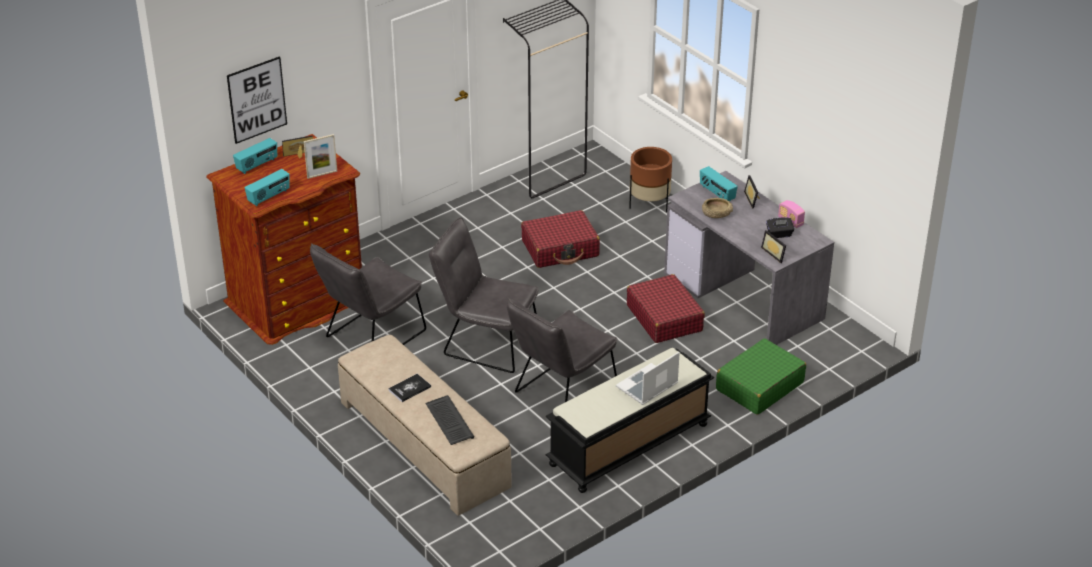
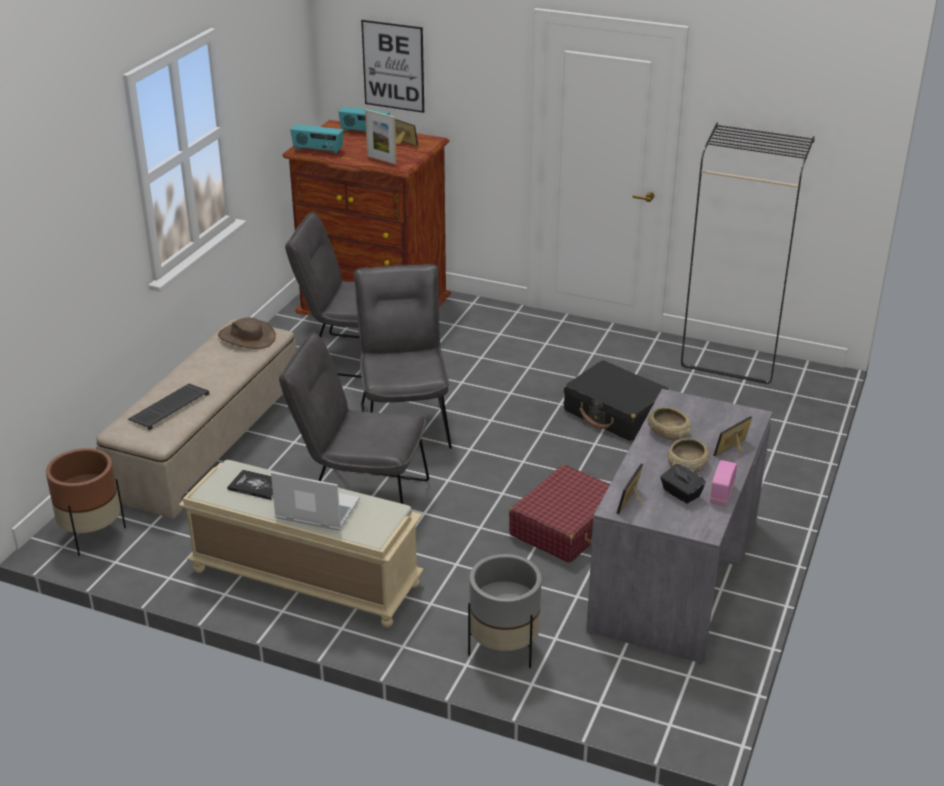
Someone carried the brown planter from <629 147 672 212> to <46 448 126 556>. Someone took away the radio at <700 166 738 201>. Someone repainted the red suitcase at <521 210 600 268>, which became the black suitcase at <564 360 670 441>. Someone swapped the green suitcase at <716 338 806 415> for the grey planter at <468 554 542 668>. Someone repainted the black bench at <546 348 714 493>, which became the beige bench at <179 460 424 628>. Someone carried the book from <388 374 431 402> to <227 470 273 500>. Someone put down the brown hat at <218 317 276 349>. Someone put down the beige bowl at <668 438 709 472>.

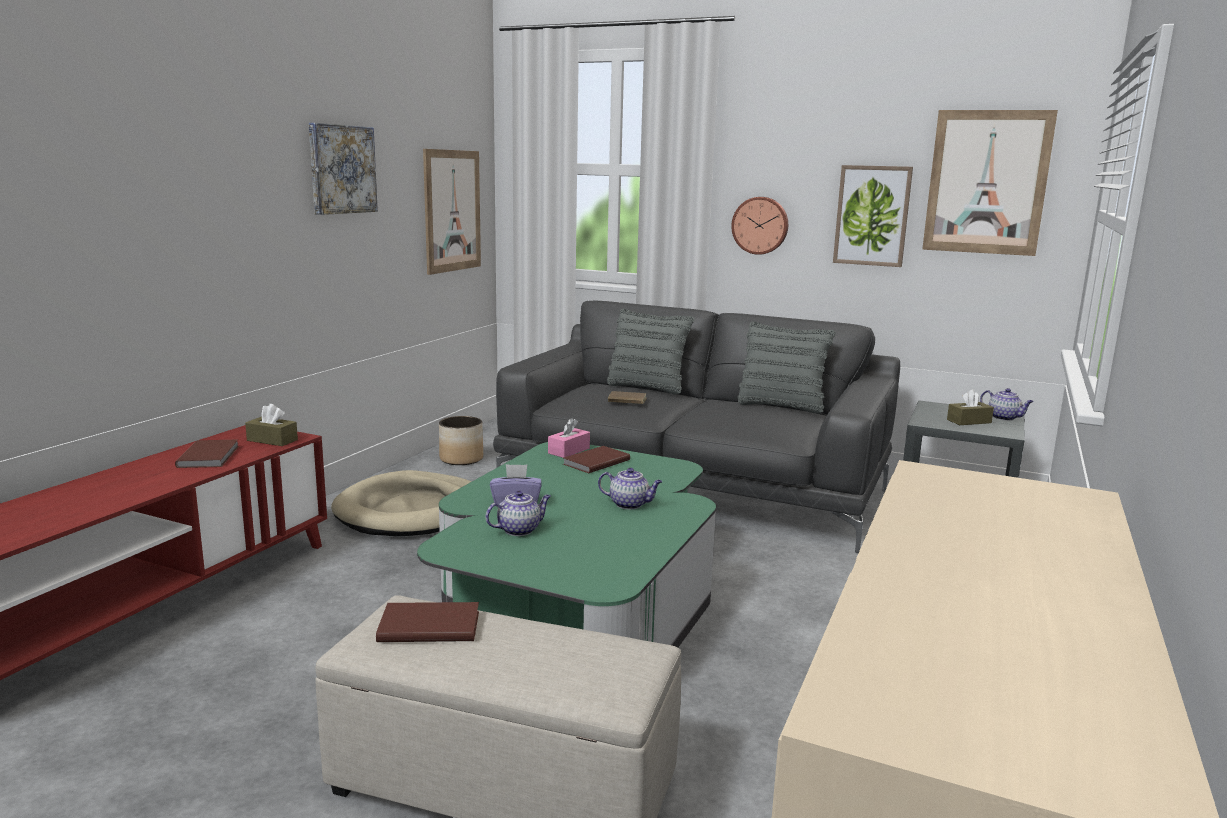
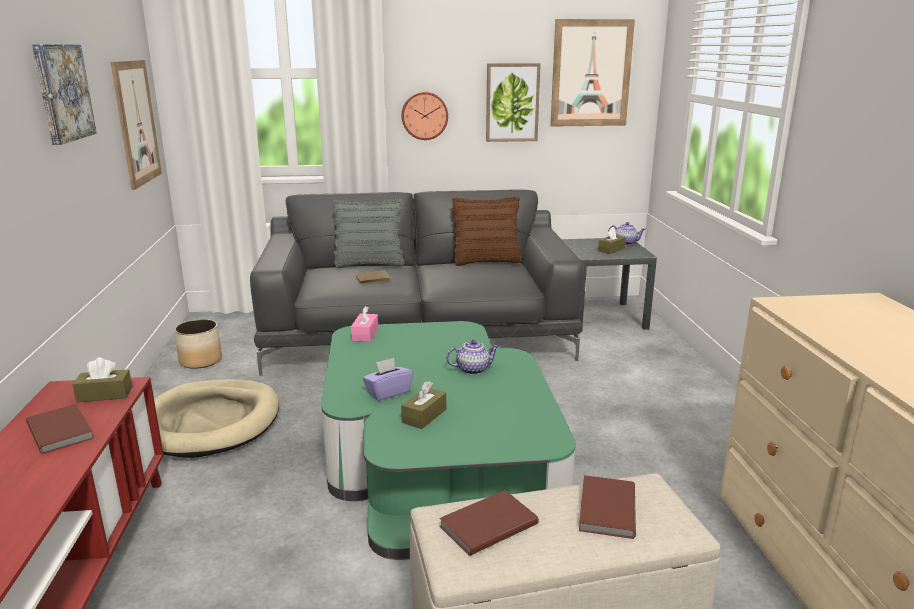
Someone repainted the grey pillow at <738 322 836 414>, which became the brown pillow at <452 197 523 266>. Someone carried the brown book from <563 446 630 473> to <579 475 636 539>. Someone swapped the teapot at <485 490 551 536> for the brown tissue box at <401 381 446 429>.

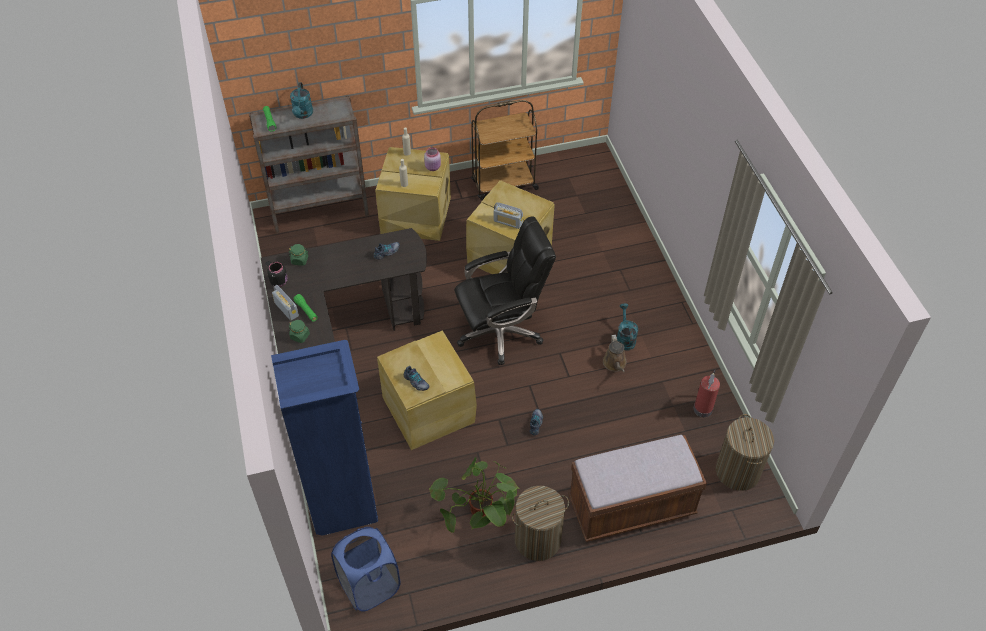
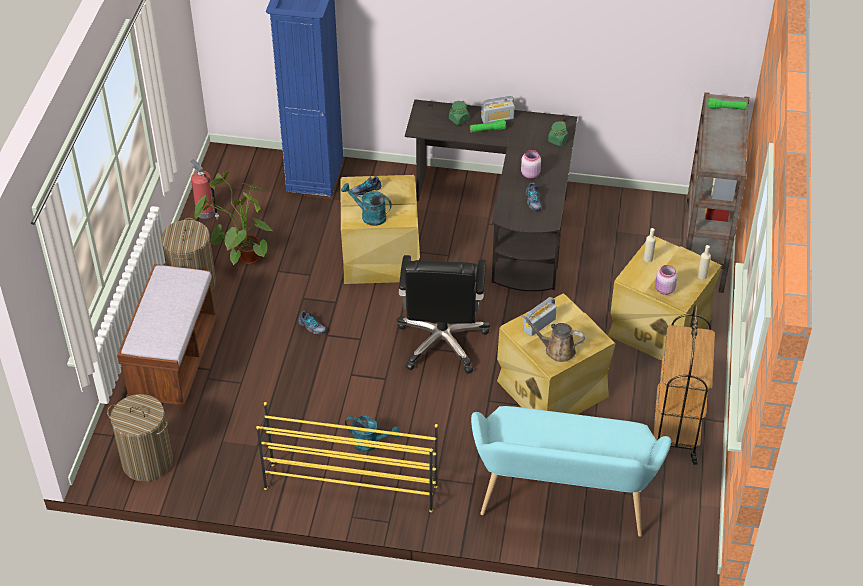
Someone carried the turquoise watering can from <290 82 313 119> to <341 183 392 226>. Someone took away the black jar at <267 262 288 287>. Someone carried the brown watering can from <603 335 627 372> to <521 315 585 362>. Someone carried the fire extinguisher from <693 369 720 417> to <190 159 219 220>. Someone took away the blue laundry basket at <331 527 401 612>. Someone put down the pink jar at <521 150 541 179>. Someone put down the yellow shoe rack at <256 402 438 512>. Someone put down the turquoise bench at <471 406 671 537>.

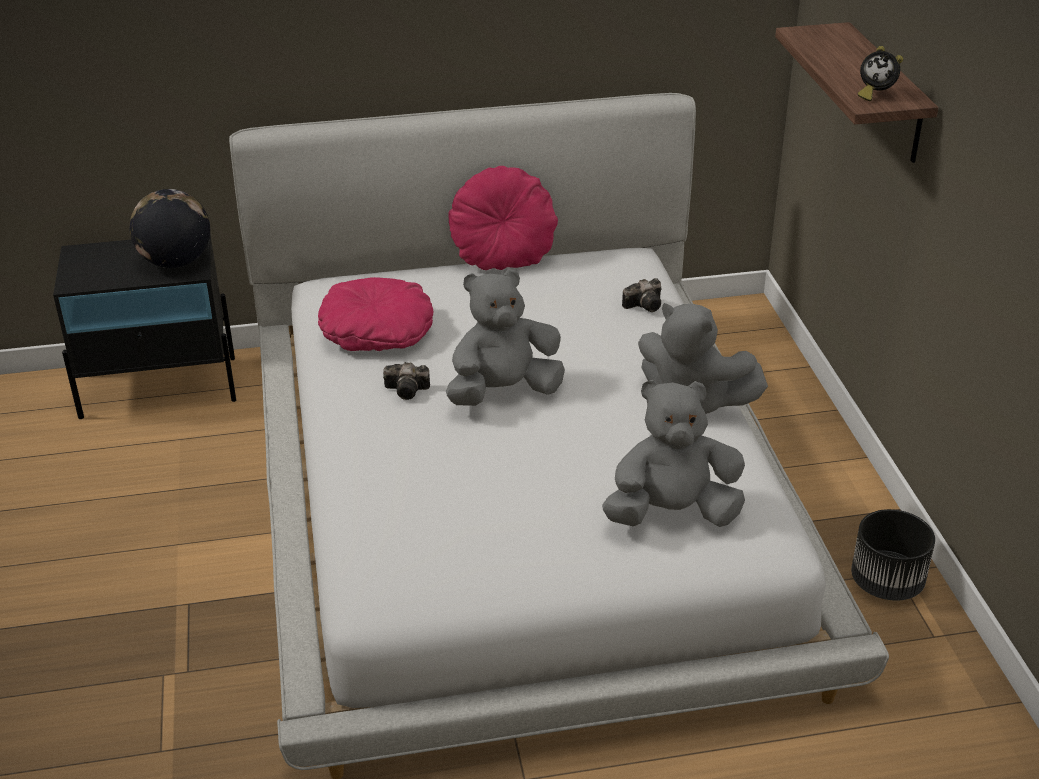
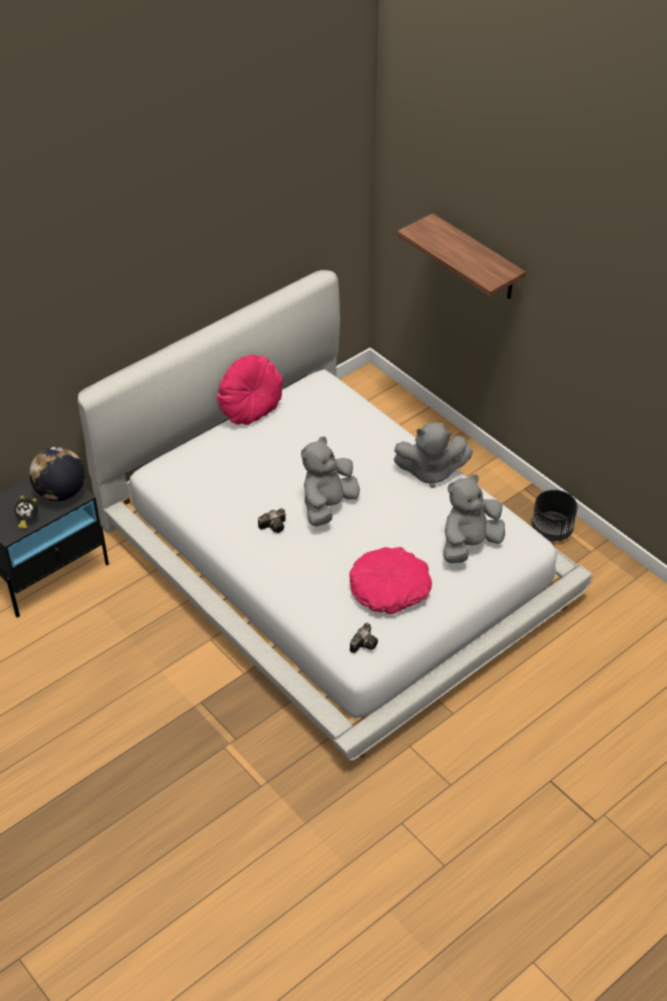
Someone carried the alarm clock from <858 46 903 101> to <14 495 38 528>. Someone carried the pink pillow from <318 277 433 351> to <349 547 432 614>. Someone carried the photo camera from <622 278 662 312> to <350 623 378 653>.

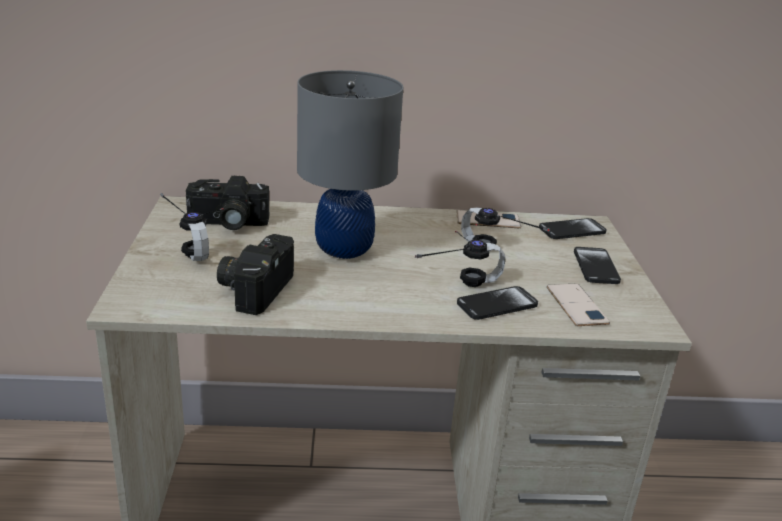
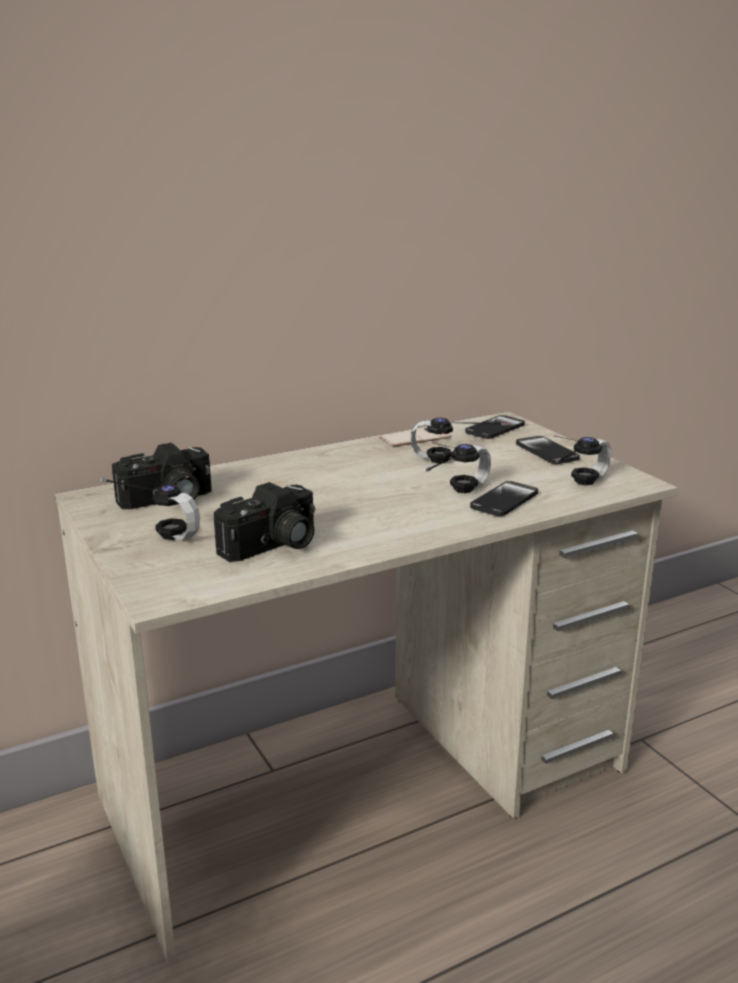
Someone took away the grey table lamp at <297 70 403 259>. Someone rotated the photo camera at <217 234 294 315> by 120 degrees counterclockwise. Someone swapped the phone at <547 283 610 326> for the headphones at <554 435 611 485>.

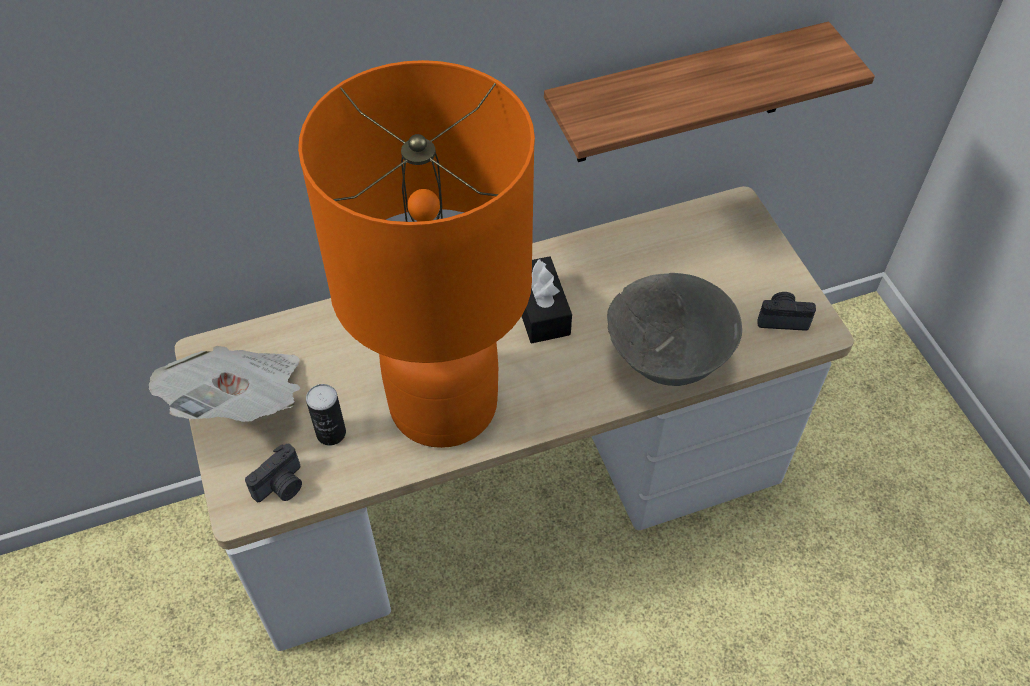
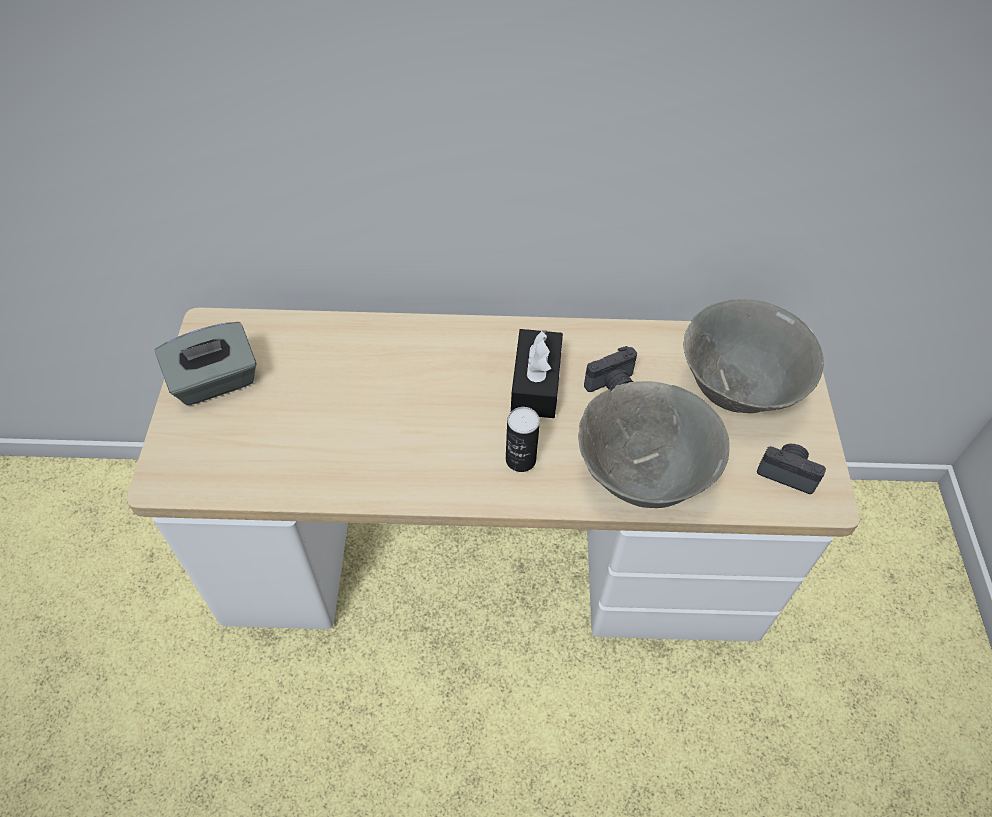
Someone took away the shelf at <544 22 875 162>. Someone took away the orange table lamp at <298 60 535 448>. Someone swapped the newspaper at <149 346 300 422> for the grey tissue box at <154 322 257 405>. Someone carried the can from <306 384 346 445> to <506 407 540 472>. Someone carried the photo camera from <245 444 302 502> to <584 346 637 392>. Someone put down the grey bowl at <683 299 824 413>.

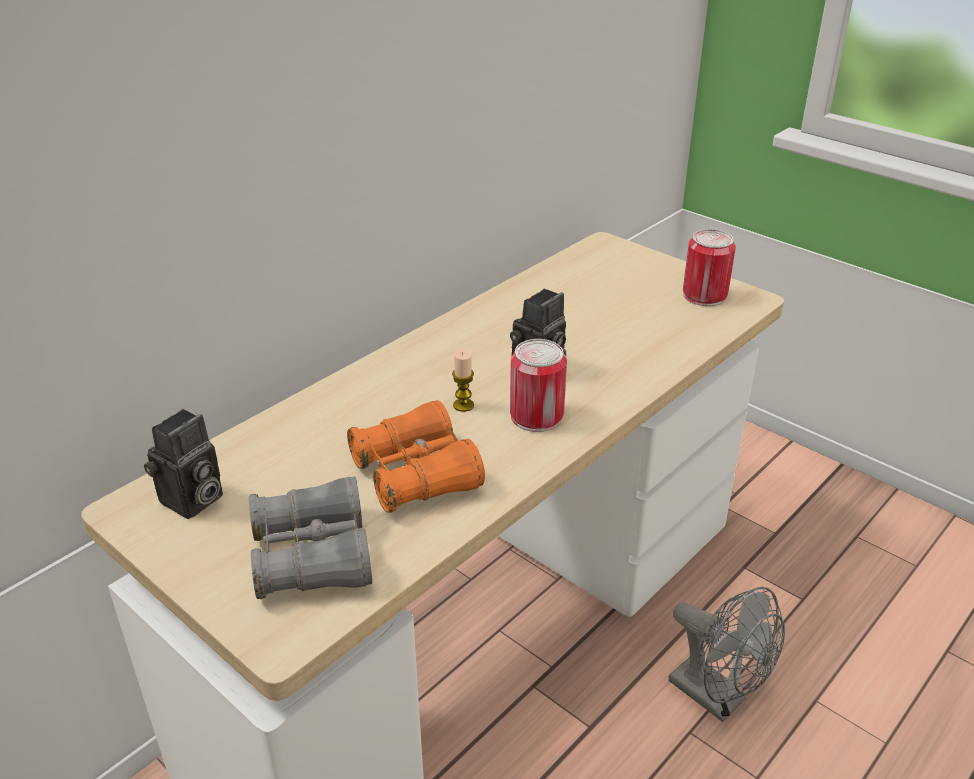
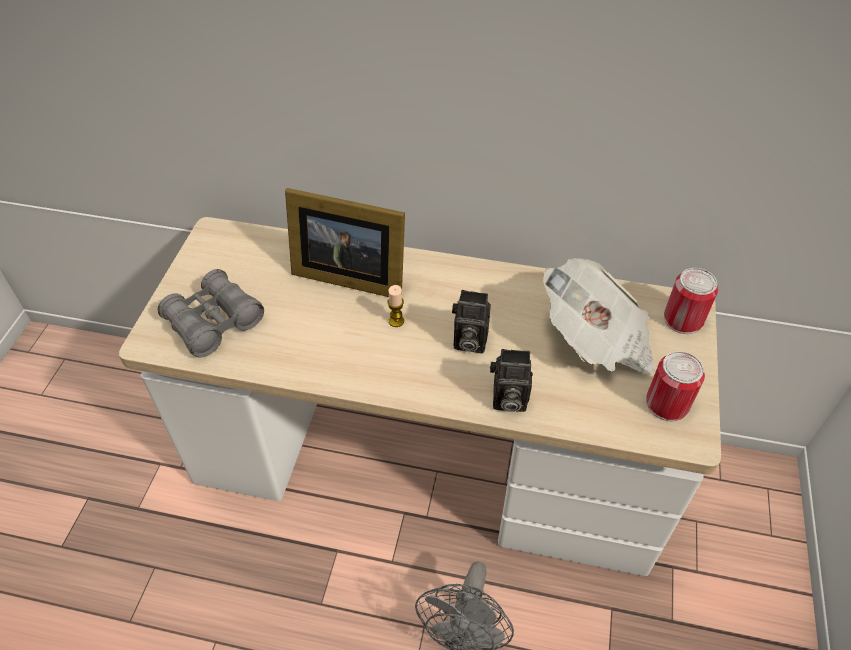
Someone carried the can from <510 339 567 432> to <664 268 718 334>. Someone took away the orange binoculars at <347 400 485 513>. Someone carried the photo camera from <144 409 223 519> to <490 349 533 412>. Someone put down the picture frame at <285 188 405 297>. Someone put down the newspaper at <543 258 655 374>.

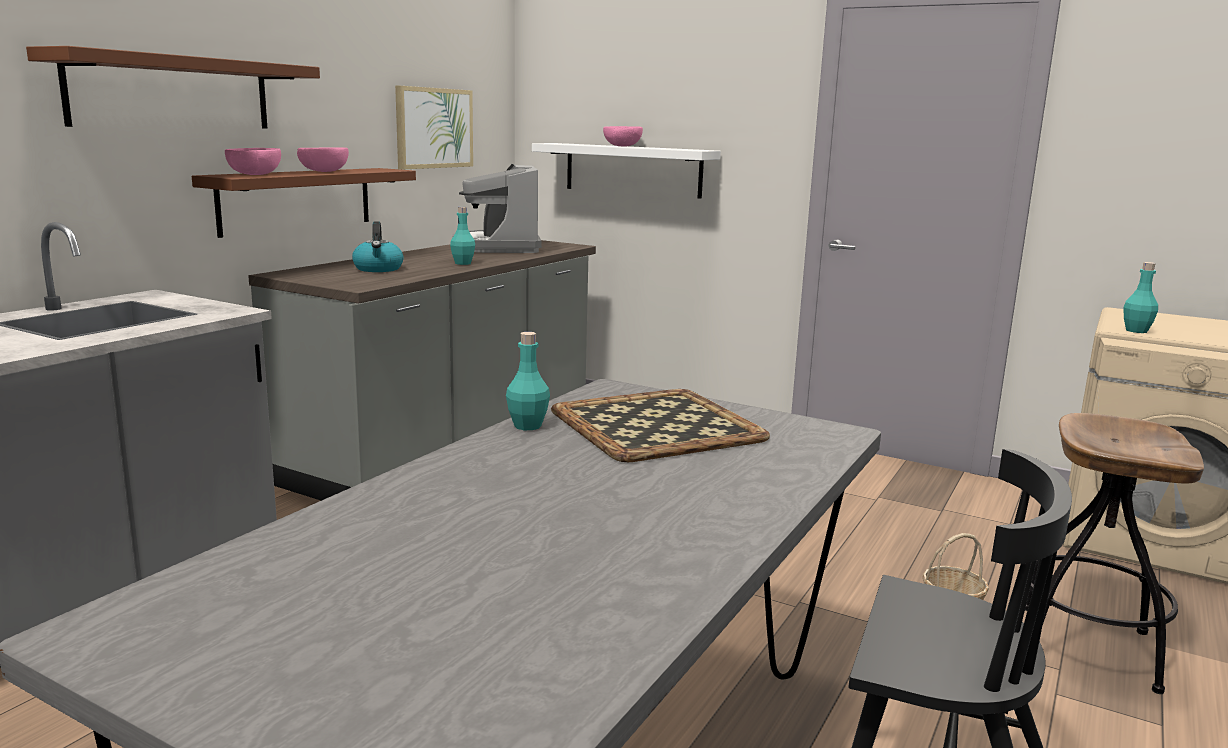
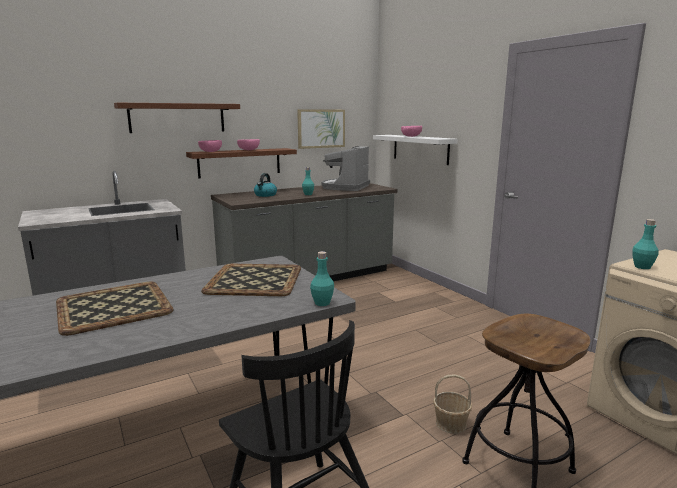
Someone carried the turquoise bottle from <506 332 550 430> to <310 251 334 306>. Someone put down the tray at <56 282 173 336>.

